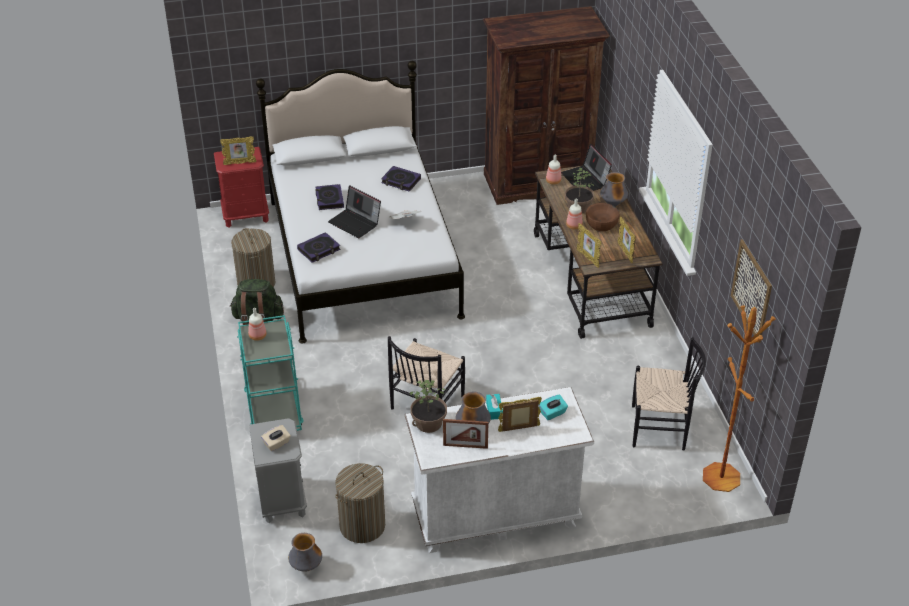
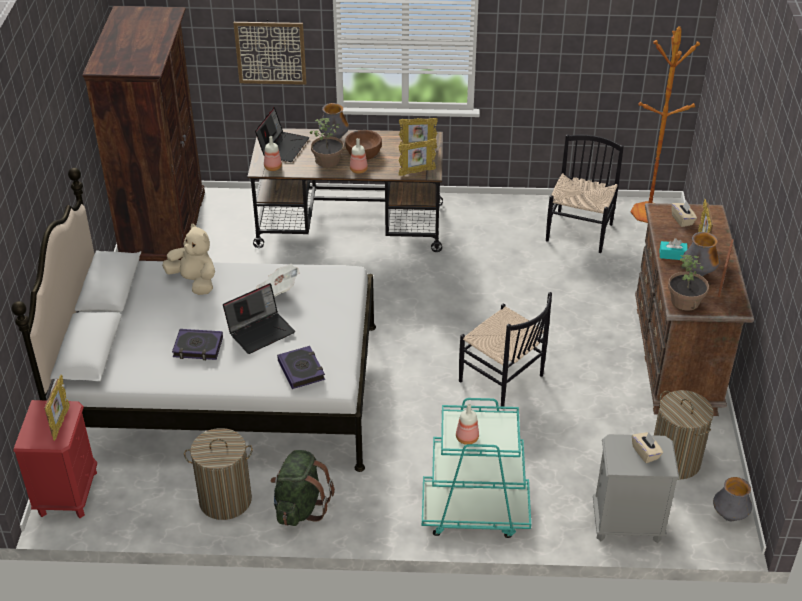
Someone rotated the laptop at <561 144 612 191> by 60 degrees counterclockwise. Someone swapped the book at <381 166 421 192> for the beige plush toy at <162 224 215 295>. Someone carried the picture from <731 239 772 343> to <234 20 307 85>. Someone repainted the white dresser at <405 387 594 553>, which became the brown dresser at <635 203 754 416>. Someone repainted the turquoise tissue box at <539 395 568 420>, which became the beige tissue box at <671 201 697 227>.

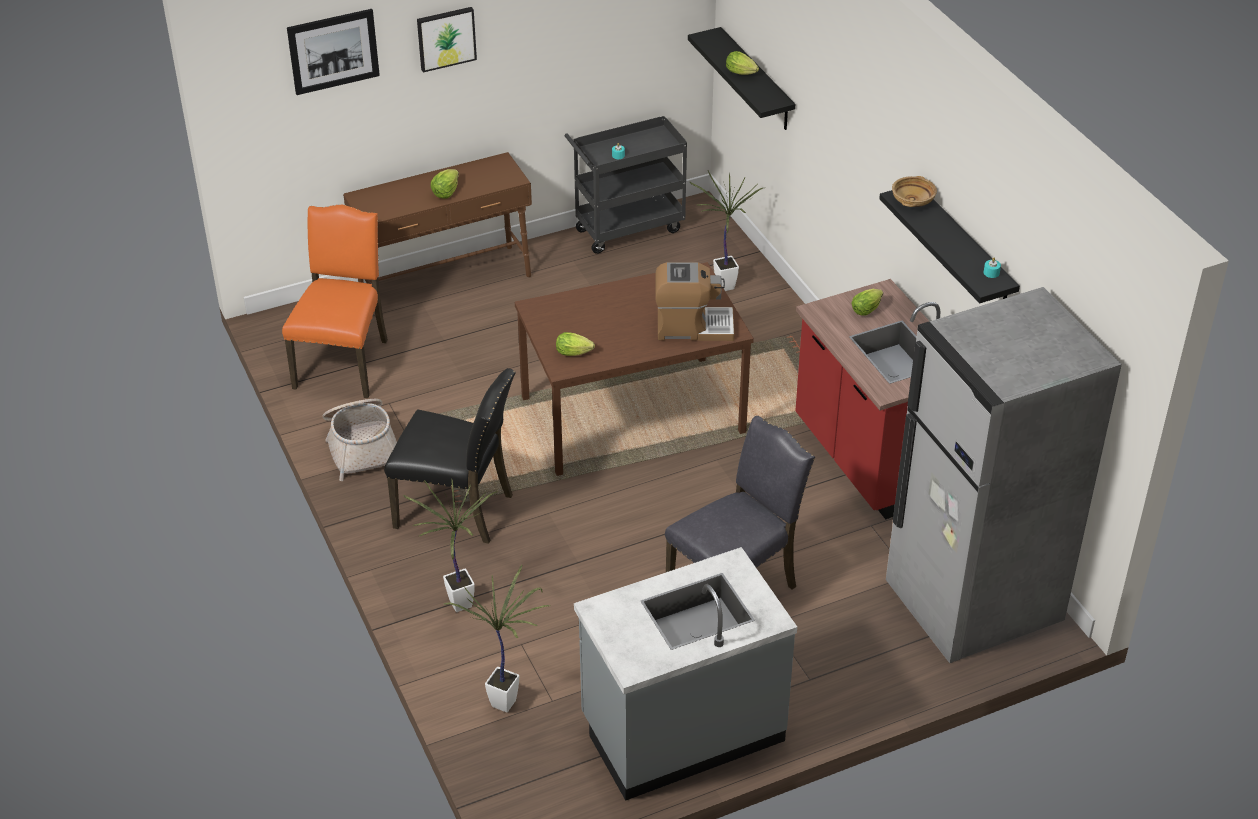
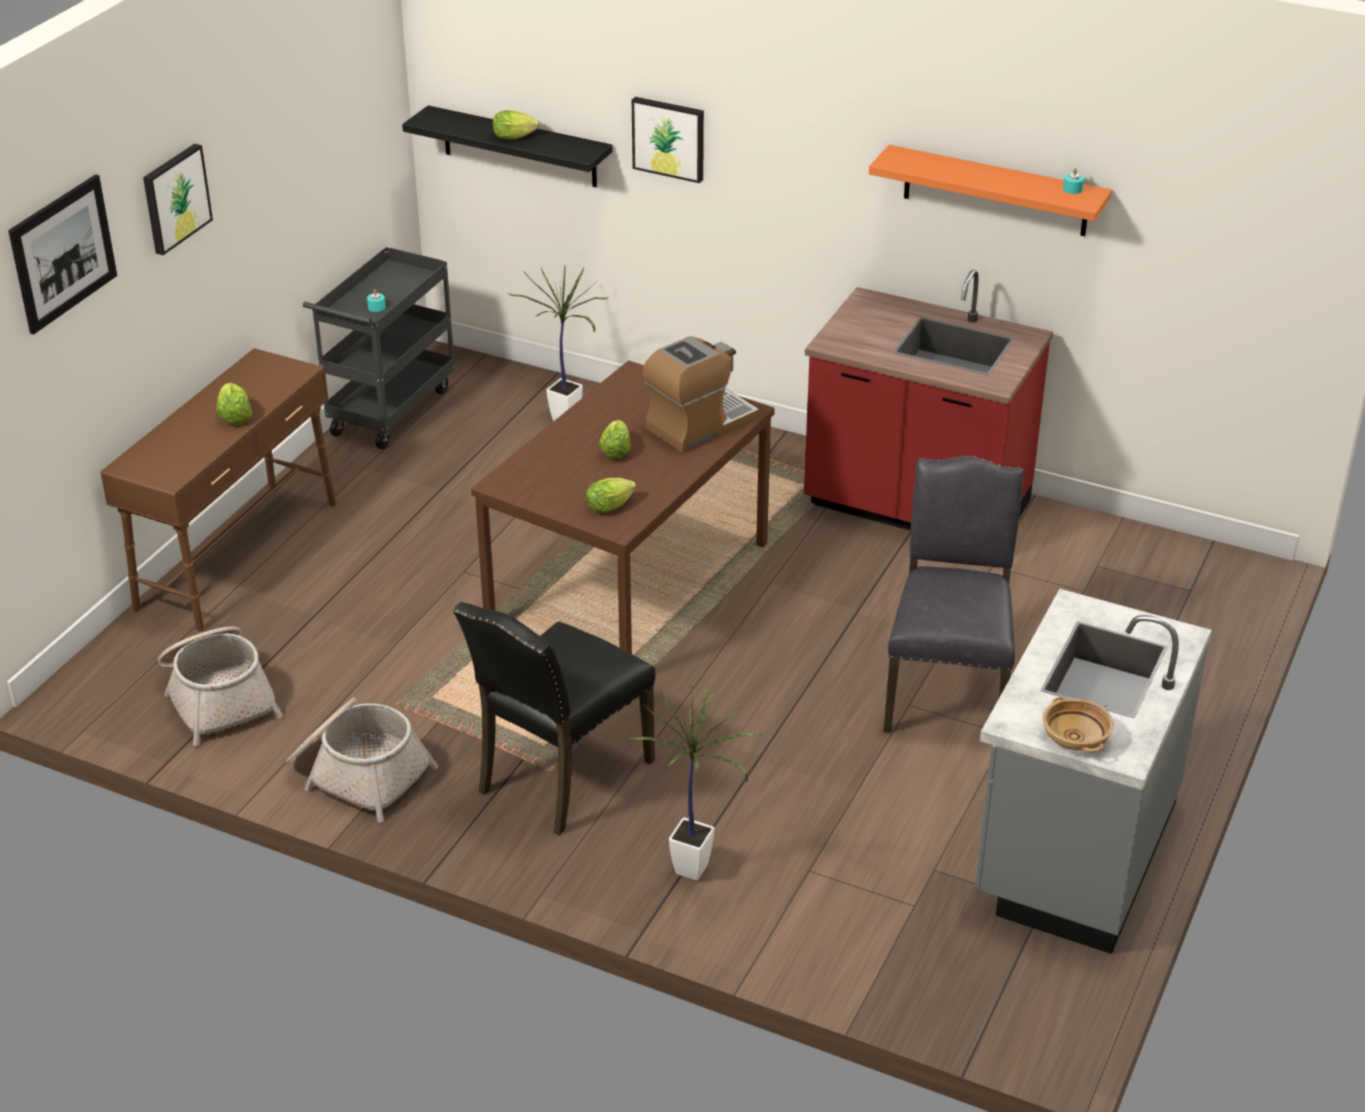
Someone carried the beige bowl from <892 176 937 207> to <1043 697 1114 752>. Someone repainted the black shelf at <879 190 1020 303>, which became the orange shelf at <869 145 1112 236>. Someone swapped the orange chair at <282 205 388 398> for the basket at <158 626 283 746>. Someone took away the grey fridge at <886 287 1122 663>. Someone carried the lettuce from <851 289 883 315> to <599 420 630 459>. Someone rotated the black chair at <384 368 516 544> by 150 degrees clockwise. Someone took away the potted plant at <444 565 550 713>. Someone put up the picture at <632 97 704 183>.

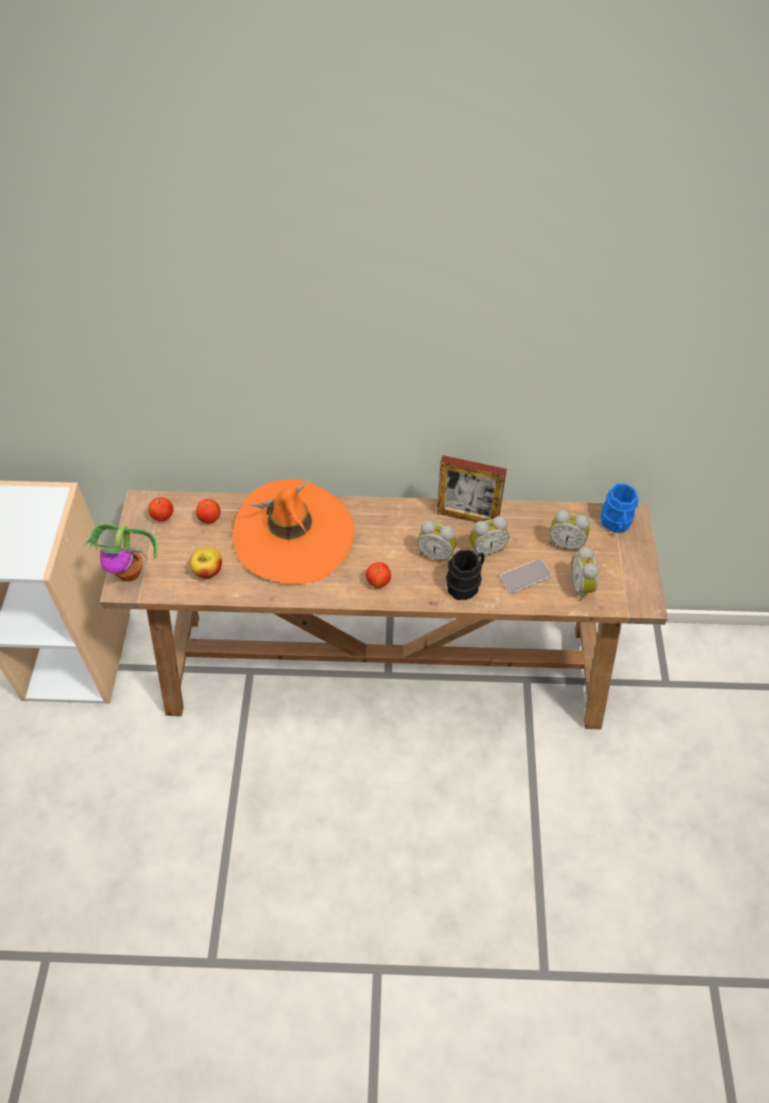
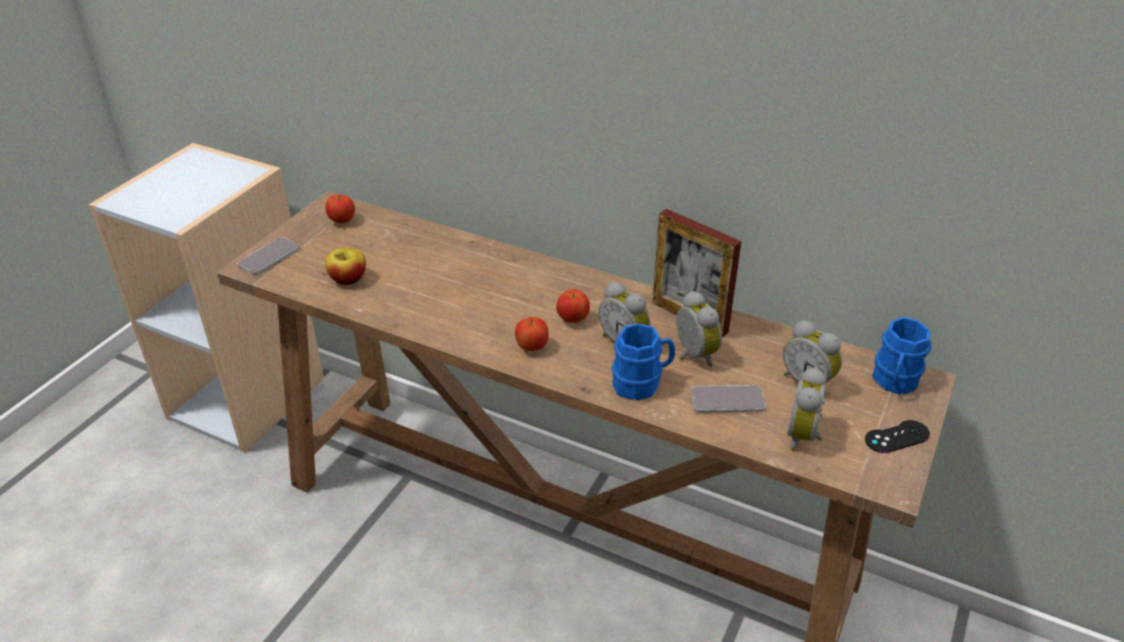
Someone took away the orange hat at <233 479 354 584>. Someone carried the apple from <196 499 221 523> to <556 289 590 323>. Someone rotated the alarm clock at <469 516 509 555> by 120 degrees counterclockwise. Someone swapped the potted plant at <83 523 158 582> for the phone at <237 237 300 275>. Someone repainted the black mug at <446 549 485 600>, which became the blue mug at <612 324 675 400>. Someone put down the black game controller at <865 420 930 453>.

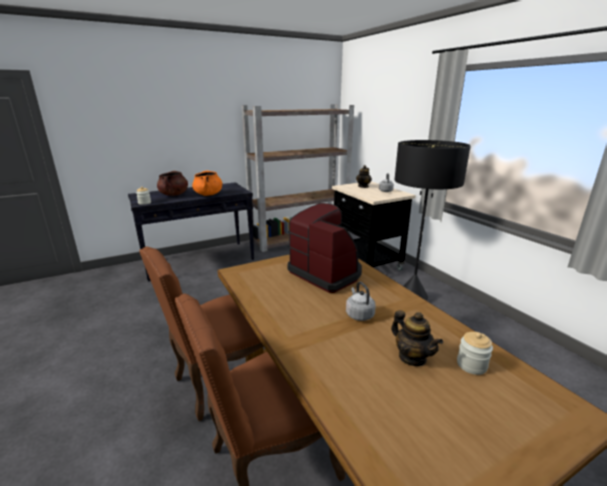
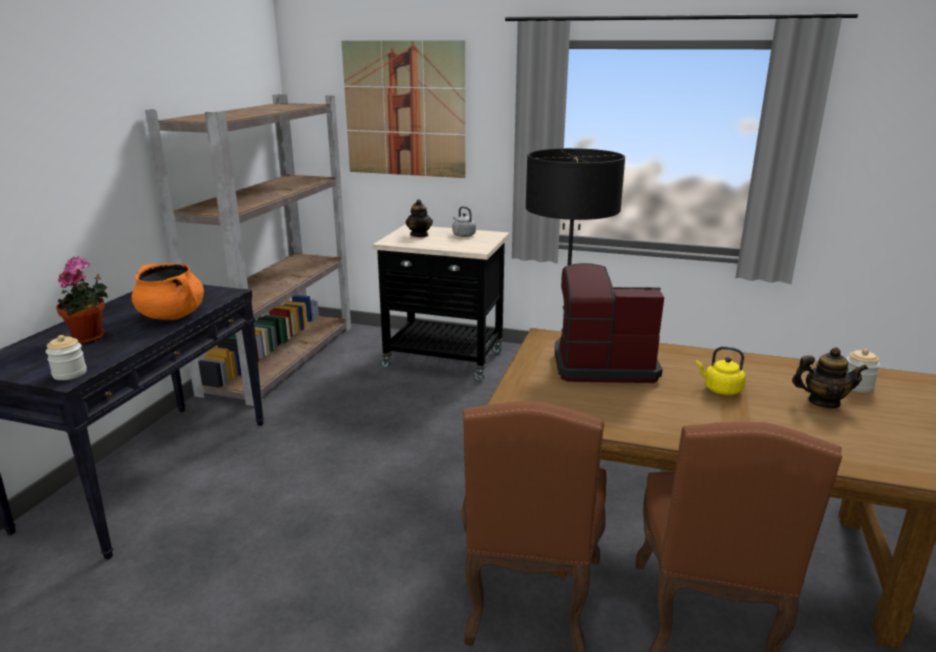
Someone swapped the brown cooking pot at <157 171 188 196> for the potted plant at <56 256 108 344>. Someone repainted the grey kettle at <346 282 376 321>, which became the yellow kettle at <696 346 746 395>. Someone put up the picture at <341 40 465 178>.

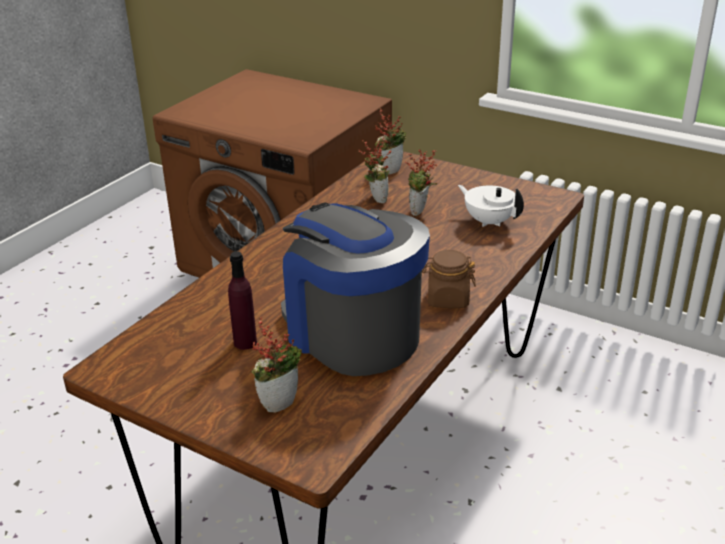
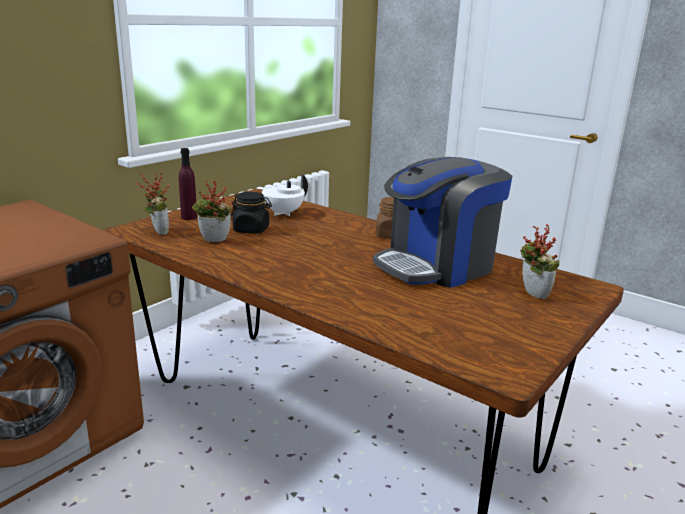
Someone swapped the potted plant at <405 150 437 216> for the black jar at <231 192 272 234>. Someone carried the purple bottle from <228 251 257 350> to <179 148 197 220>.

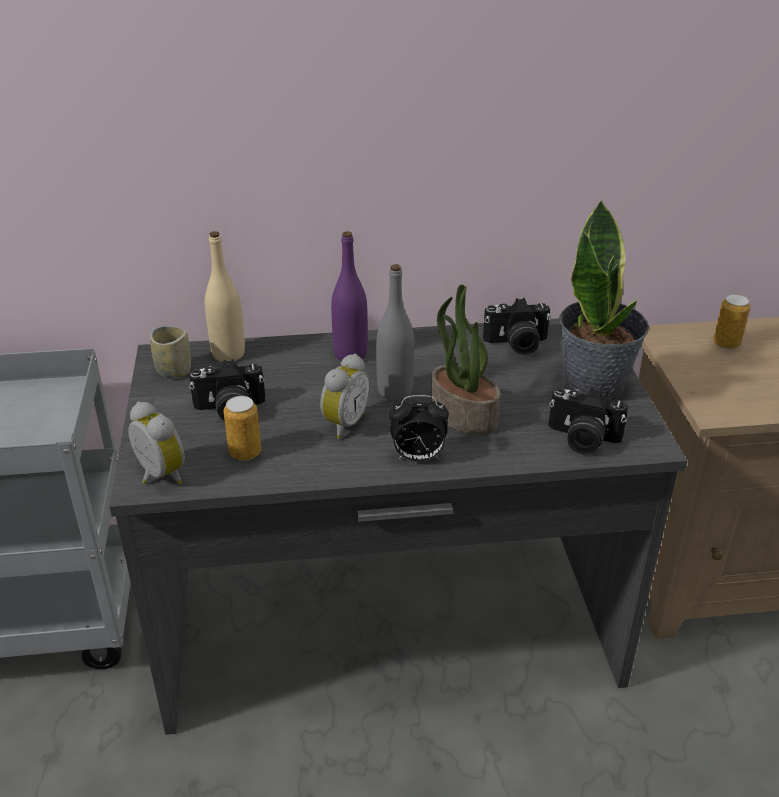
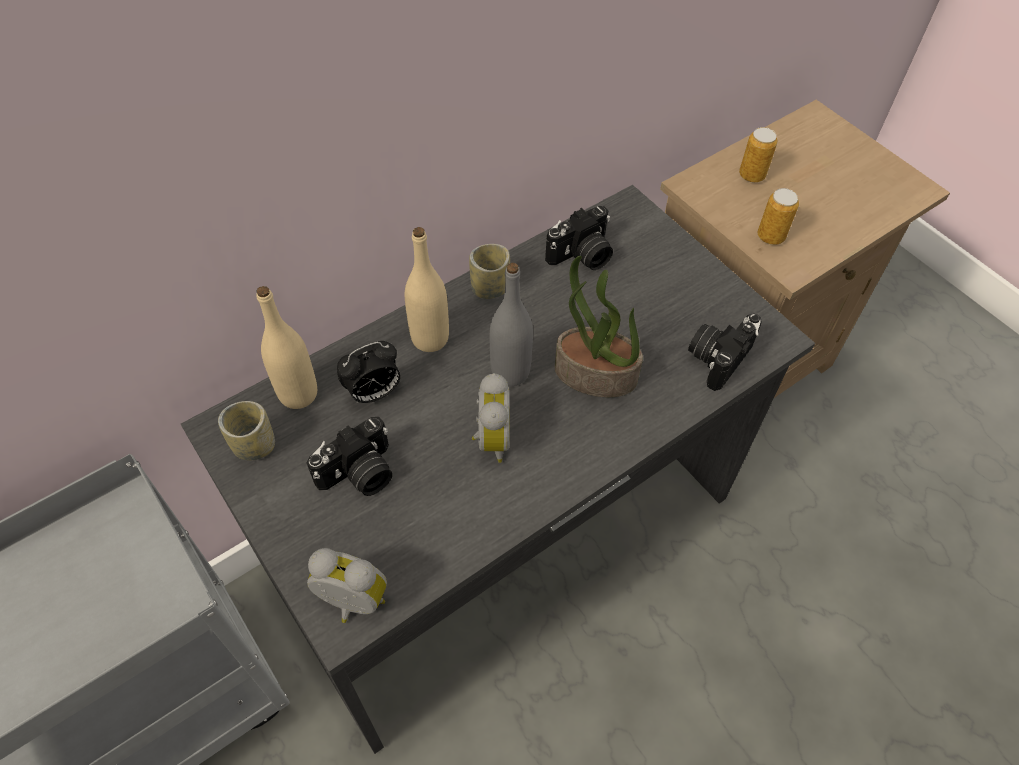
Someone took away the potted plant at <559 199 649 401>. Someone repainted the purple bottle at <331 231 368 361>, which became the beige bottle at <405 227 449 352>. Someone rotated the photo camera at <548 388 628 455> by 135 degrees clockwise. Someone carried the alarm clock from <389 395 449 461> to <337 341 400 403>. Someone carried the can from <223 396 261 461> to <758 188 799 245>. Someone put down the cup at <469 244 510 299>.

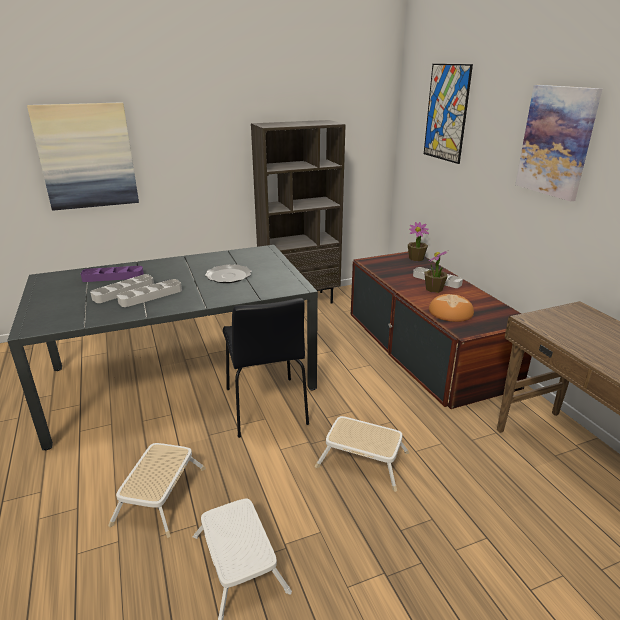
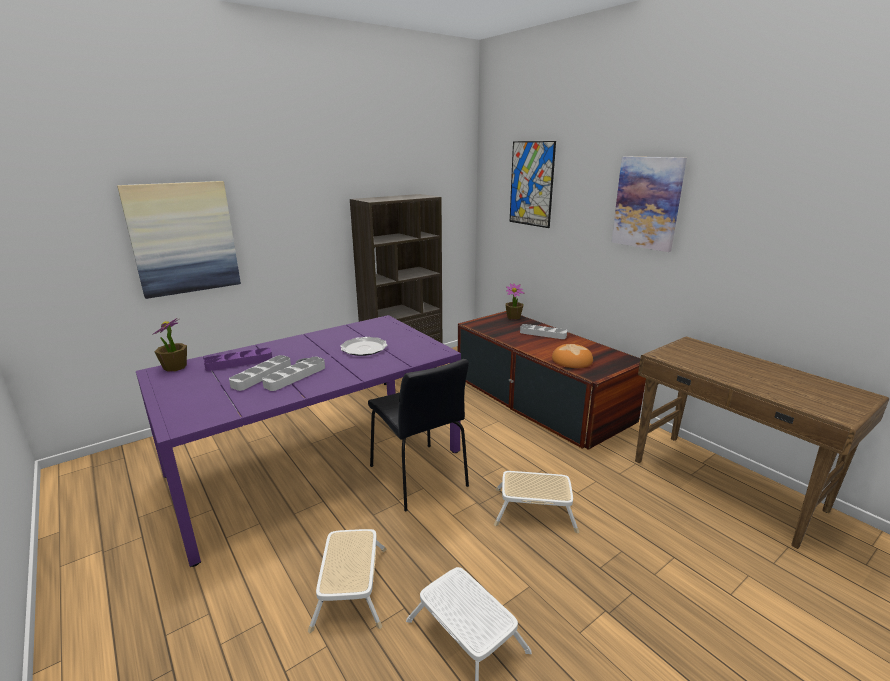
Someone repainted the grey dining table at <7 245 318 450>, which became the purple dining table at <136 315 461 567>. Someone carried the potted plant from <424 251 448 293> to <152 318 187 372>.

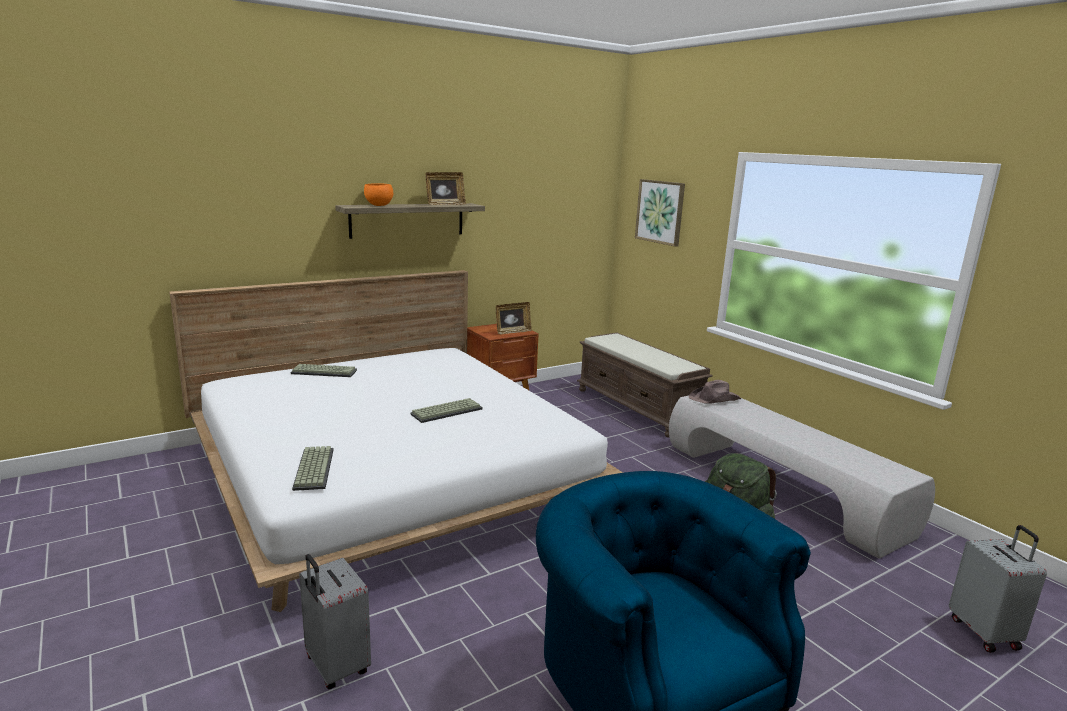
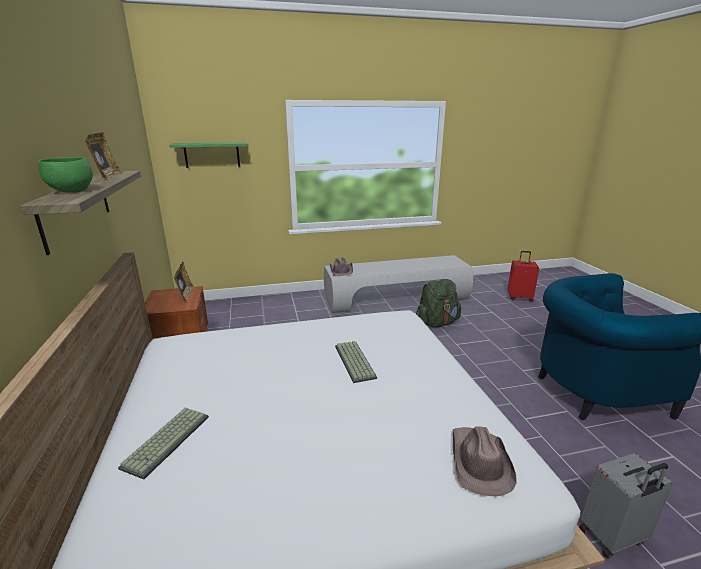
Someone swapped the picture at <635 179 685 247> for the green shelf at <169 142 247 168>. Someone repainted the orange bowl at <364 183 393 206>, which became the green bowl at <38 157 93 193>. Someone took away the brown bench at <577 333 713 438>. Someone swapped the keyboard at <292 446 333 491> for the brown hat at <453 426 517 496>. Someone repainted the grey suitcase at <949 525 1047 653>, which became the red suitcase at <507 251 539 302>.

